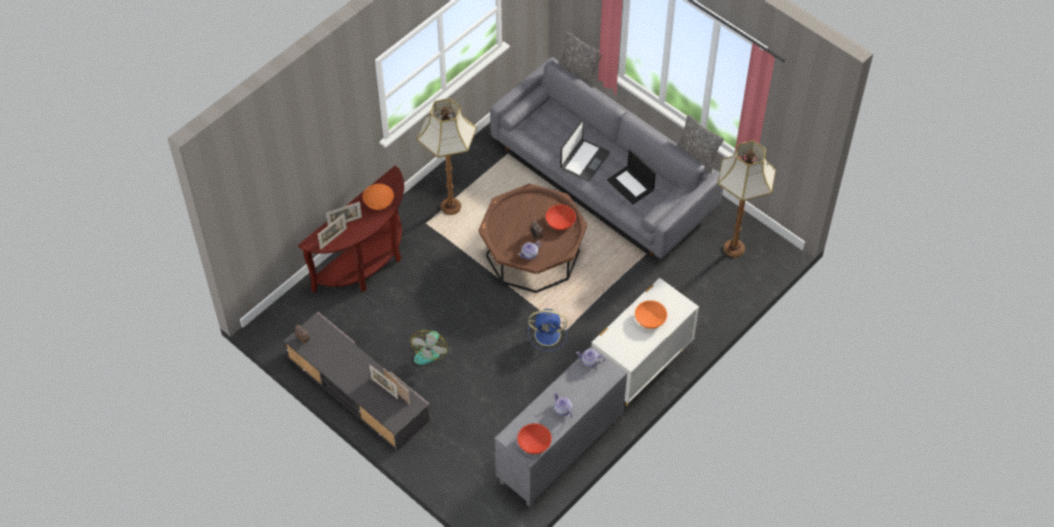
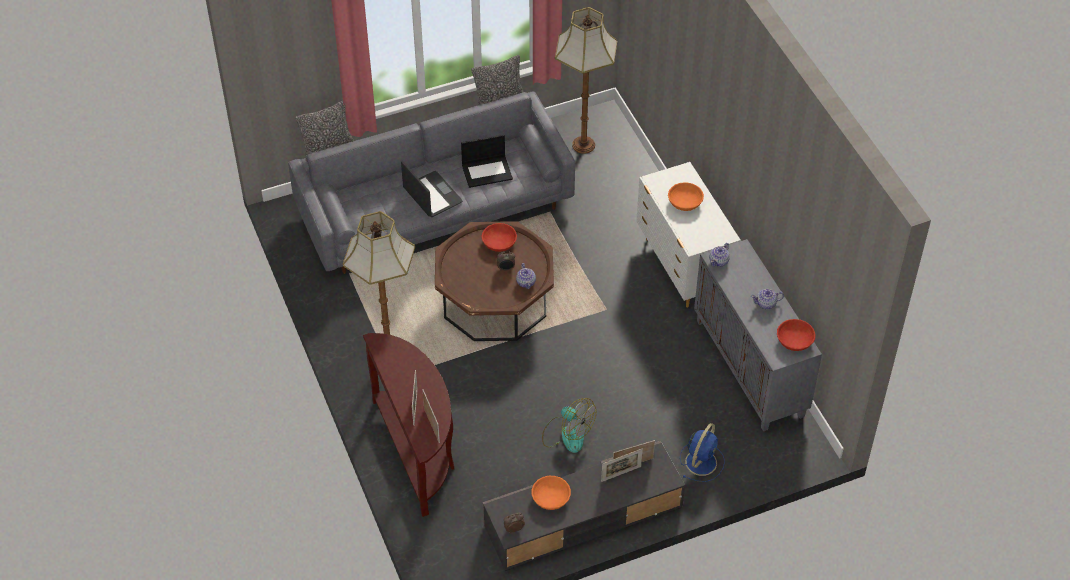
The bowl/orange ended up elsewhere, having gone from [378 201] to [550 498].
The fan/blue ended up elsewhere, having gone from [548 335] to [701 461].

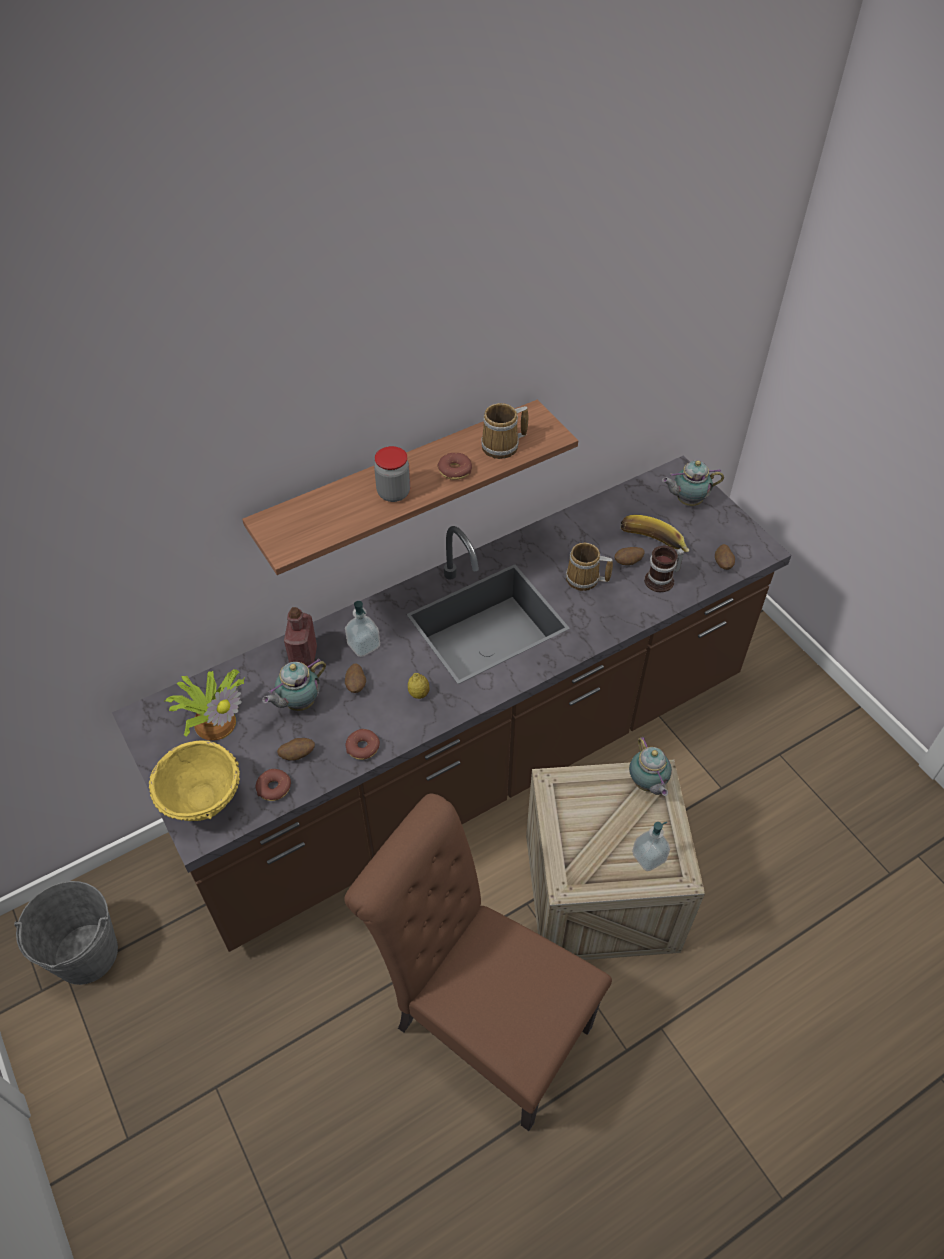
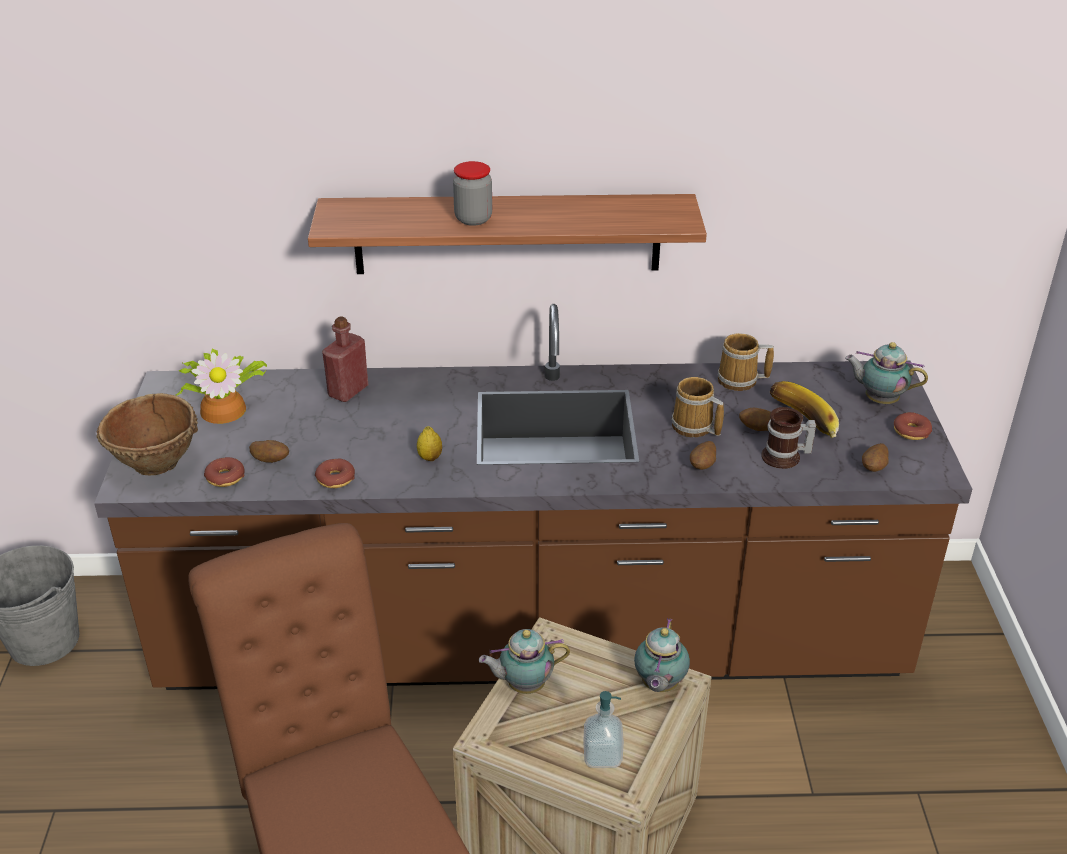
The second view lost the soap dispenser at [363 645].
The teapot ended up elsewhere, having gone from [298 703] to [523 685].
The potato ended up elsewhere, having gone from [356 685] to [702 466].
The donut ended up elsewhere, having gone from [455 470] to [911 431].
The mug ended up elsewhere, having gone from [503 446] to [740 381].
What was the bowl/yellow at [204 801] turned into the bowl/brown at [156 463].

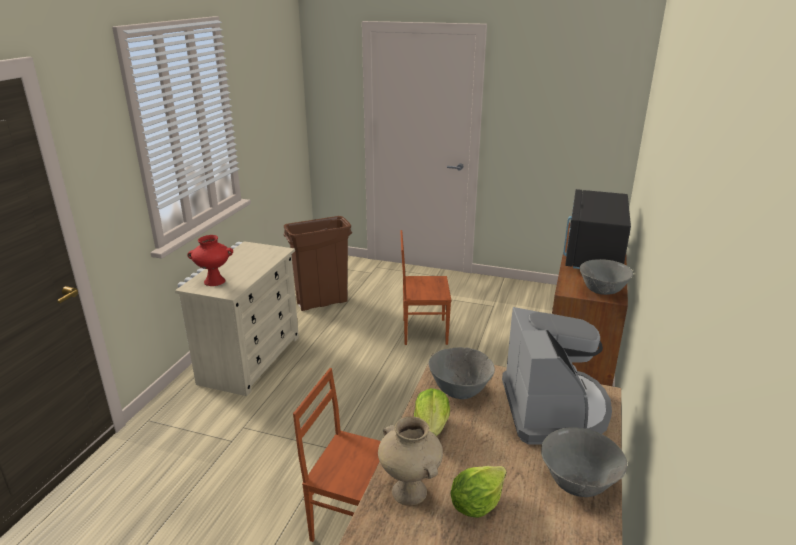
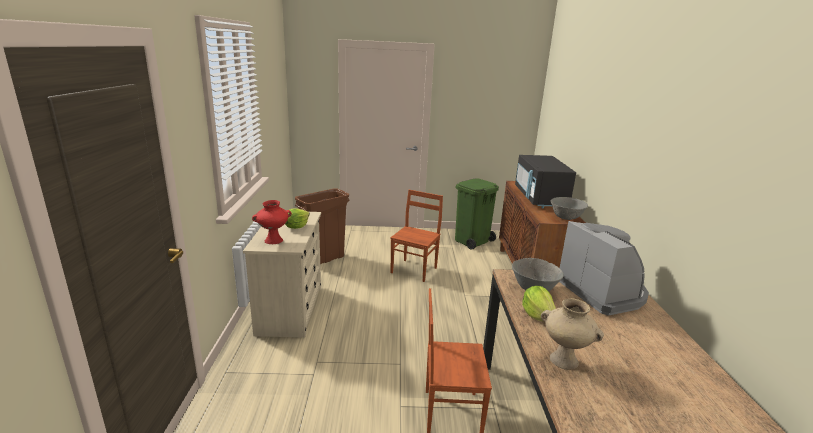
The second view lost the bowl/grey at [578 483].
The second view gained the trash can/green at [472 241].
The lettuce ended up elsewhere, having gone from [476 504] to [296 227].
The chair/brown at [423 331] ended up facing another way, 135 degrees clockwise from before.

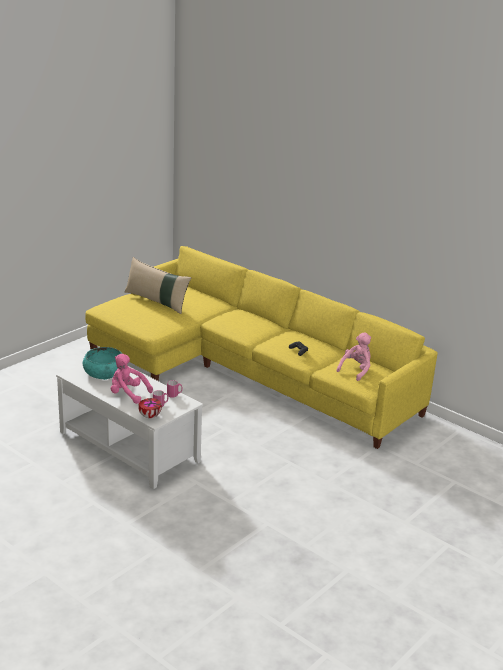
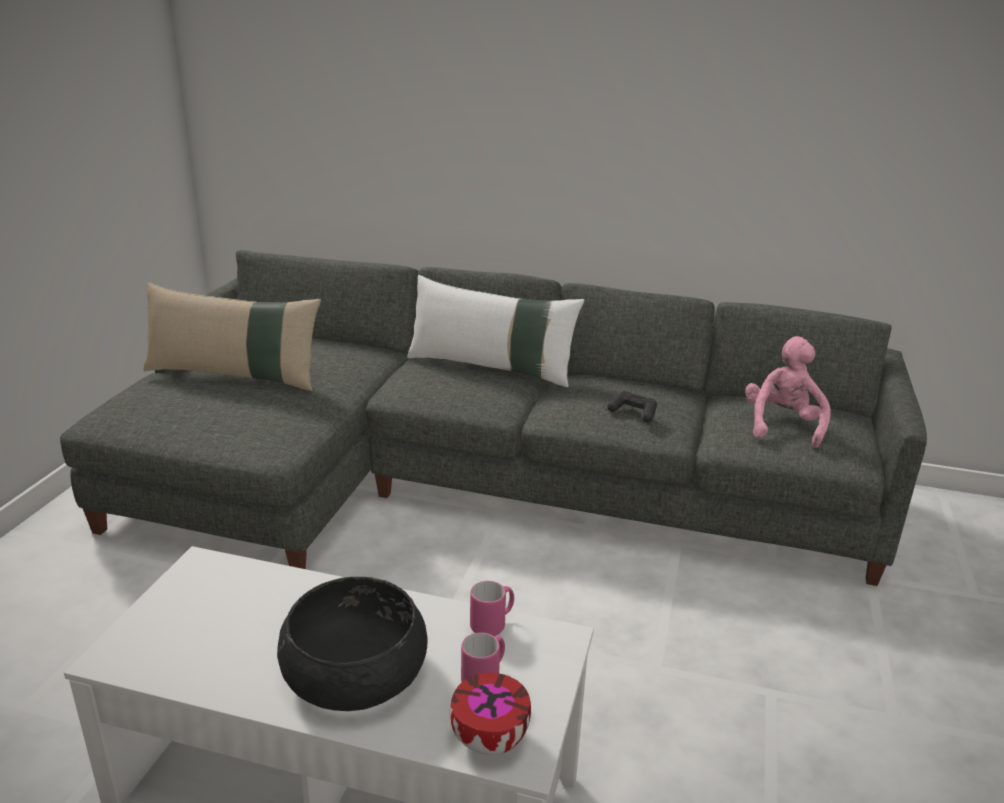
The second view lost the bowl/turquoise at [104 373].
The second view gained the pillow/white at [491 367].
Where the plush toy/pink stood at [128 394], the bowl/black came to stand at [355 672].
What was the sofa/yellow at [246 370] turned into the sofa/grey at [469 481].

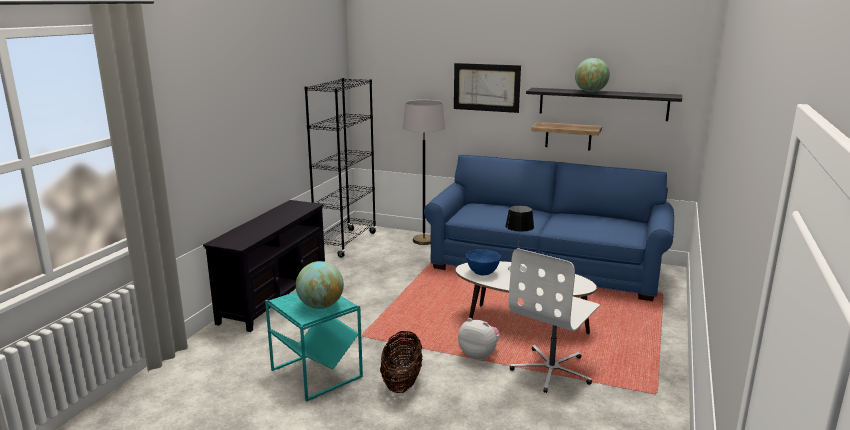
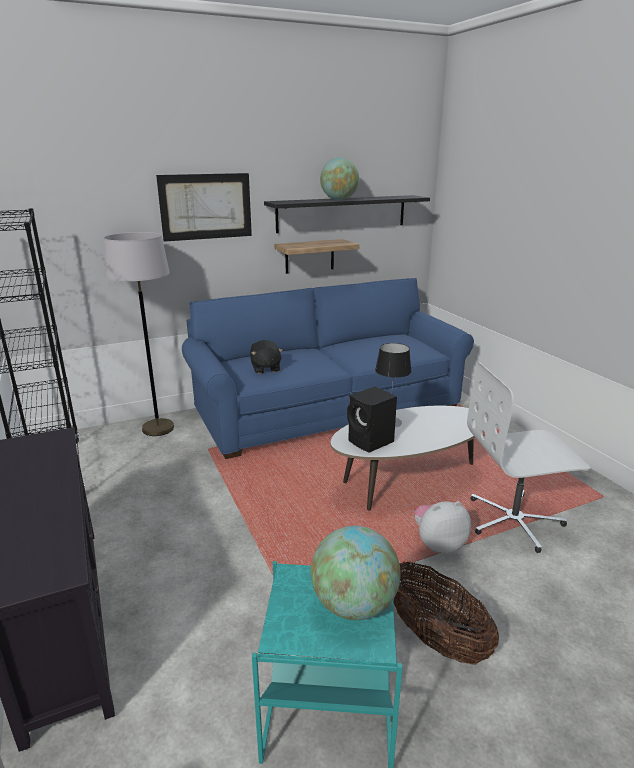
The second view gained the plush toy/black at [265 368].
Where the bowl/blue stood at [483 273], the speaker/black came to stand at [371 442].
The office chair/white at [552 370] ended up facing another way, 90 degrees clockwise from before.

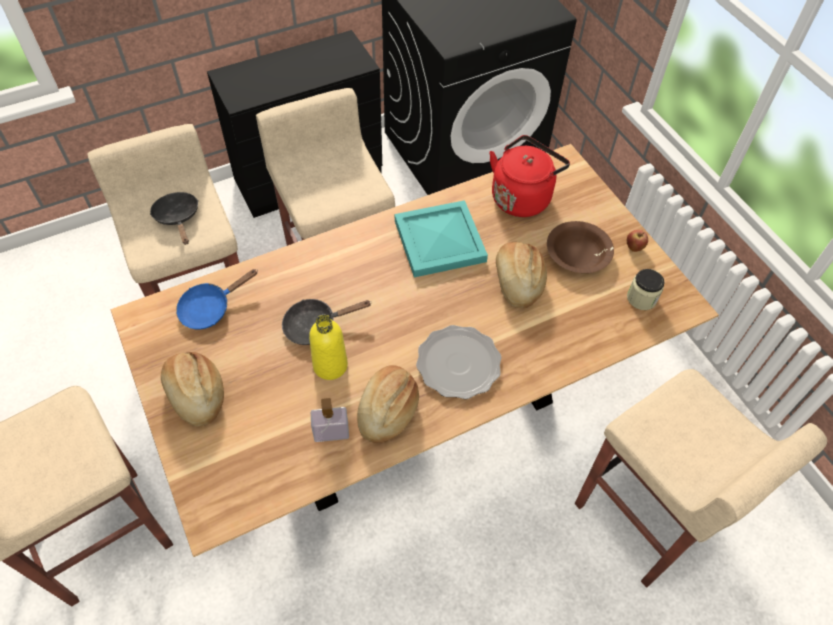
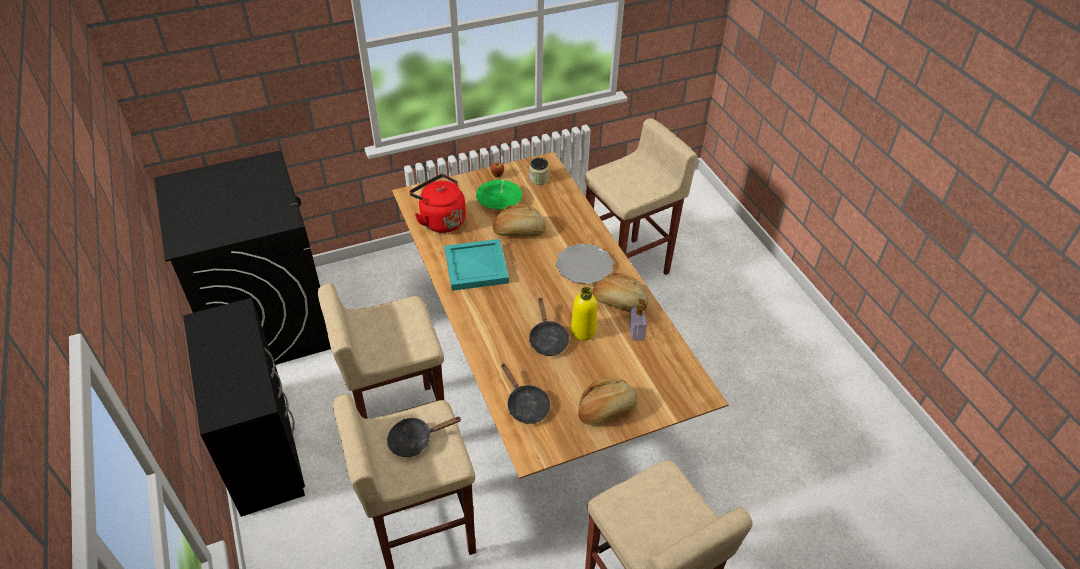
What was the frying pan/blue at [210 308] turned into the frying pan/black at [525 405].
What was the bowl/brown at [578 254] turned into the bowl/green at [499 201].

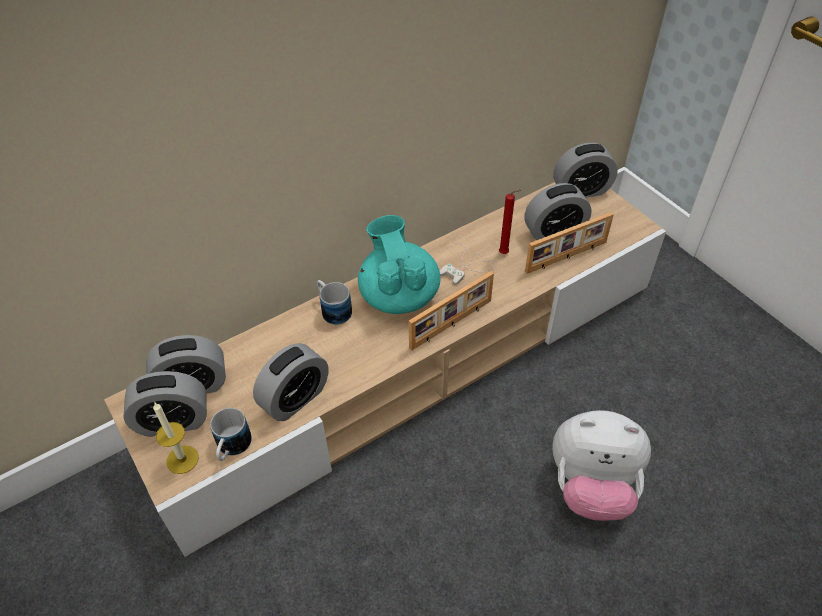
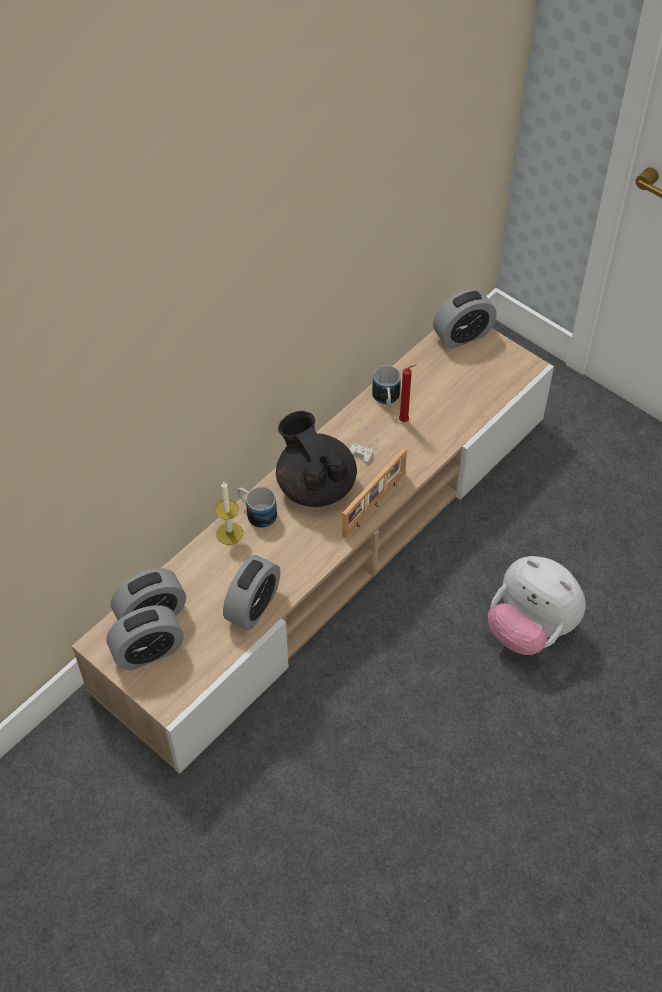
The second view lost the alarm clock at [554 232].
The second view lost the picture frame at [567 257].
The candle ended up elsewhere, having gone from [182 459] to [229 533].
The mug ended up elsewhere, having gone from [231 448] to [386 399].
What was the teapot/turquoise at [398 295] turned into the teapot/black at [315 485].
The plush toy at [591 486] ended up facing another way, 45 degrees clockwise from before.

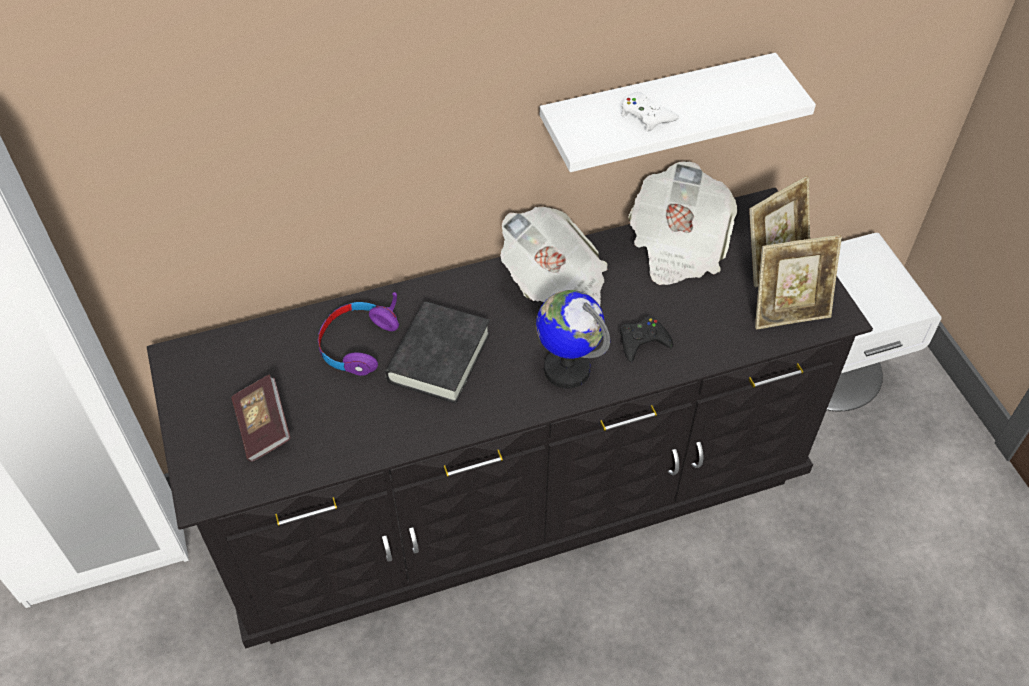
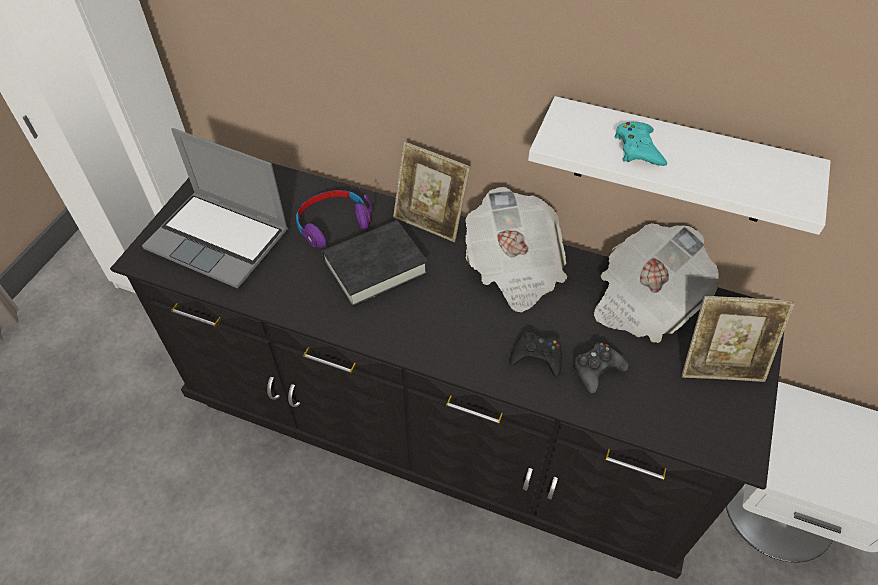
The second view lost the globe at [566 369].
The second view gained the game controller/black at [596 370].
The picture frame ended up elsewhere, having gone from [788 312] to [430 221].
Where the book stood at [263 427], the laptop came to stand at [220 240].
What was the game controller/white at [646 116] turned into the game controller/turquoise at [638 149].

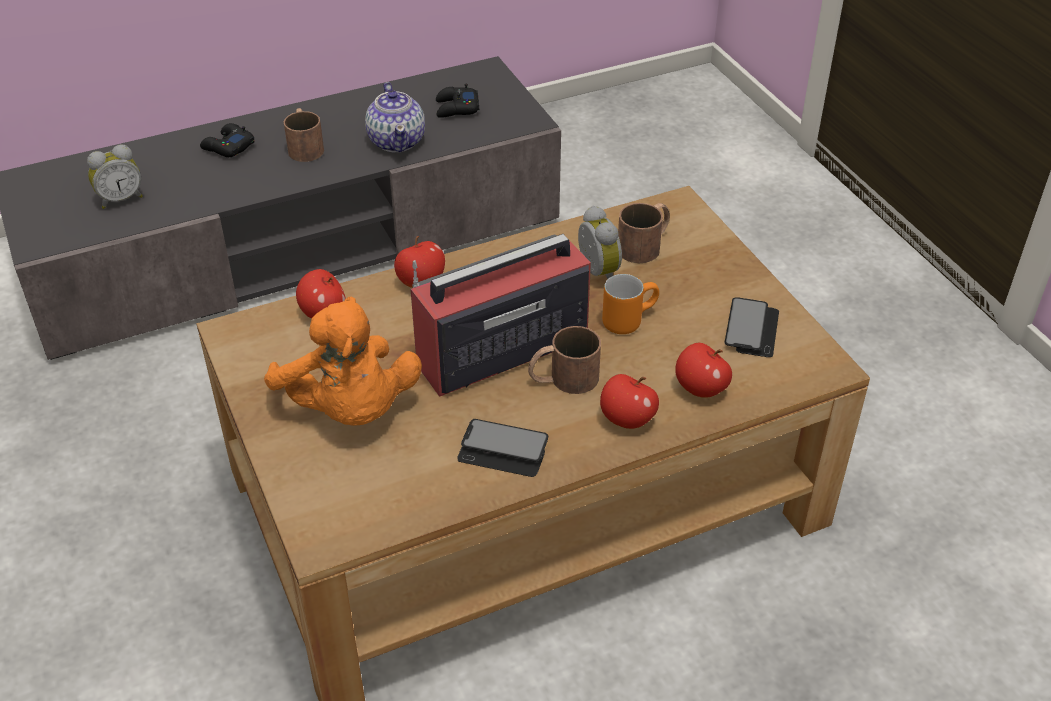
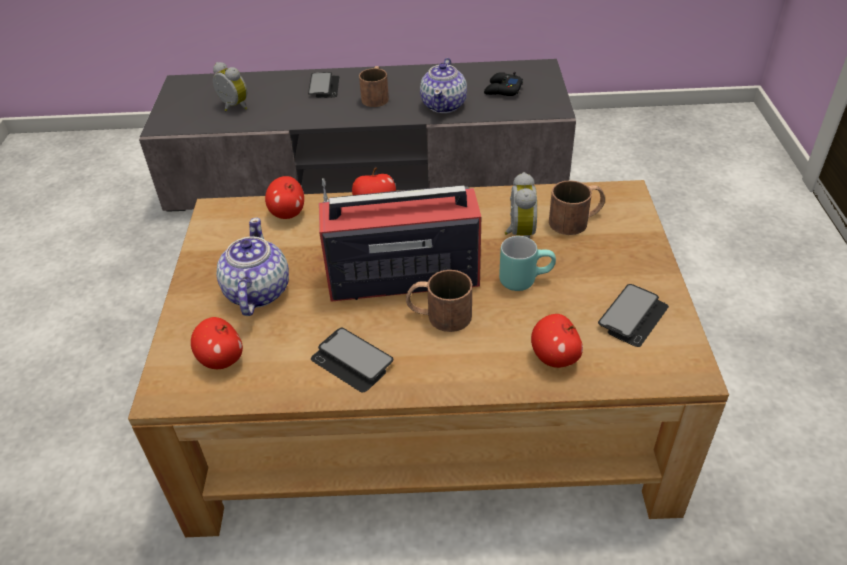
The apple ended up elsewhere, having gone from [627 419] to [221 360].
Where the game controller/black stood at [228 147], the phone came to stand at [324 86].
Where the plush toy/orange stood at [349 410], the teapot came to stand at [256 293].
What was the mug/orange at [628 319] turned into the mug/turquoise at [525 278].
The alarm clock at [120 199] ended up facing another way, 135 degrees counterclockwise from before.

